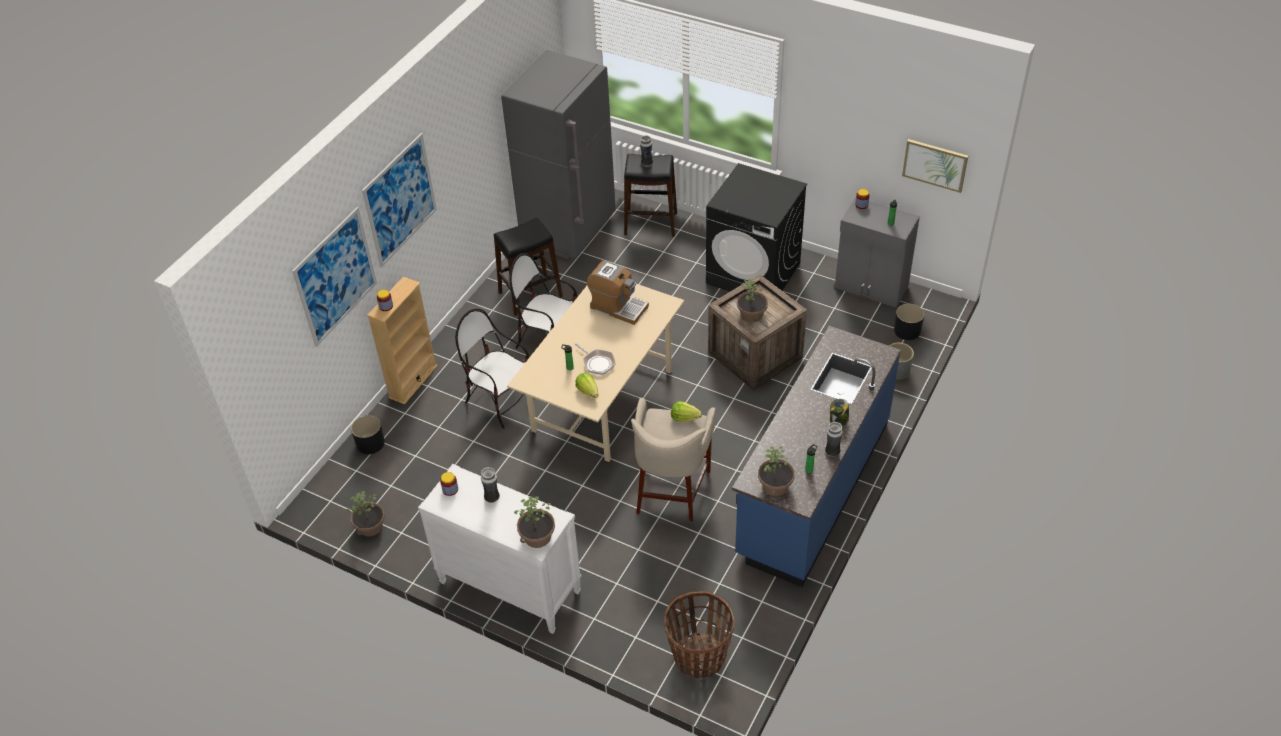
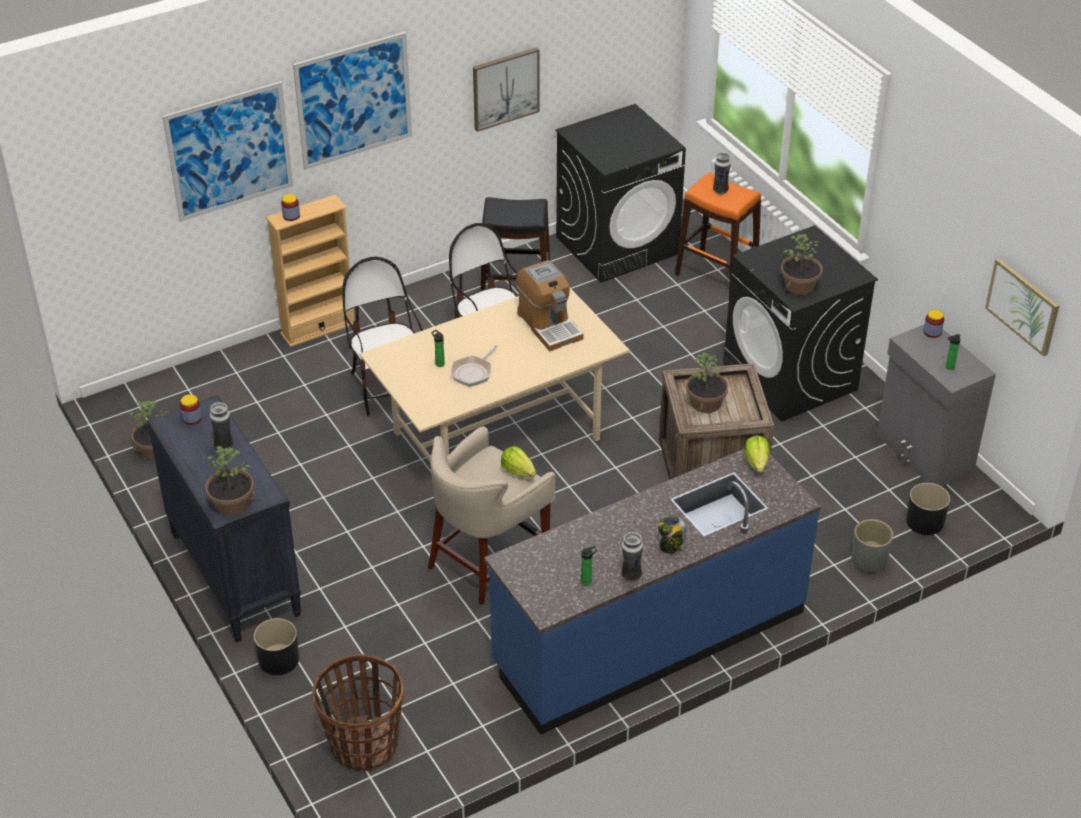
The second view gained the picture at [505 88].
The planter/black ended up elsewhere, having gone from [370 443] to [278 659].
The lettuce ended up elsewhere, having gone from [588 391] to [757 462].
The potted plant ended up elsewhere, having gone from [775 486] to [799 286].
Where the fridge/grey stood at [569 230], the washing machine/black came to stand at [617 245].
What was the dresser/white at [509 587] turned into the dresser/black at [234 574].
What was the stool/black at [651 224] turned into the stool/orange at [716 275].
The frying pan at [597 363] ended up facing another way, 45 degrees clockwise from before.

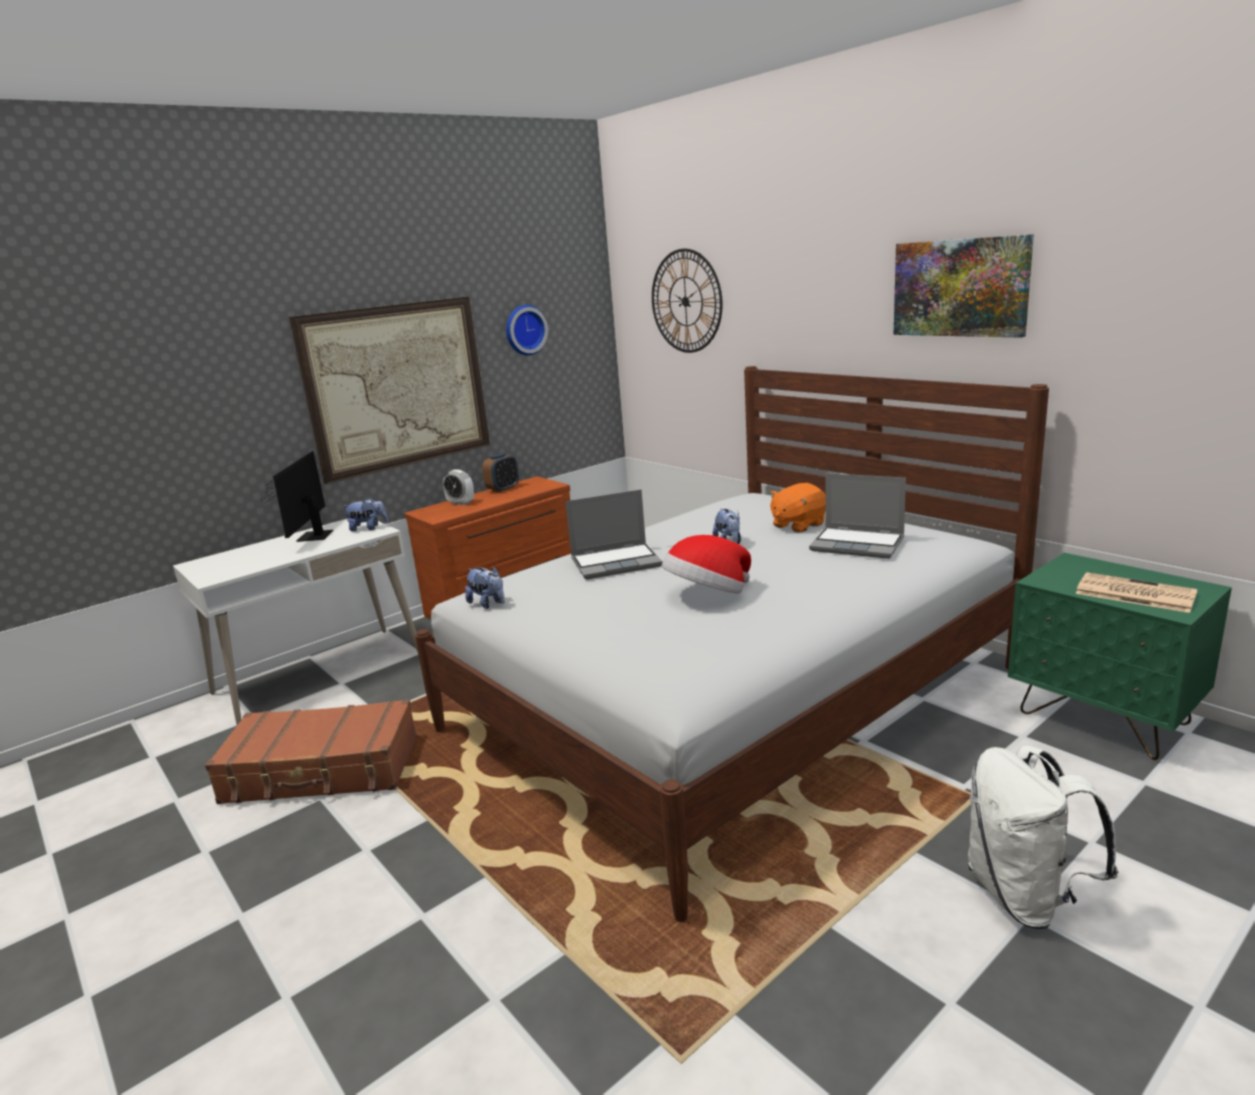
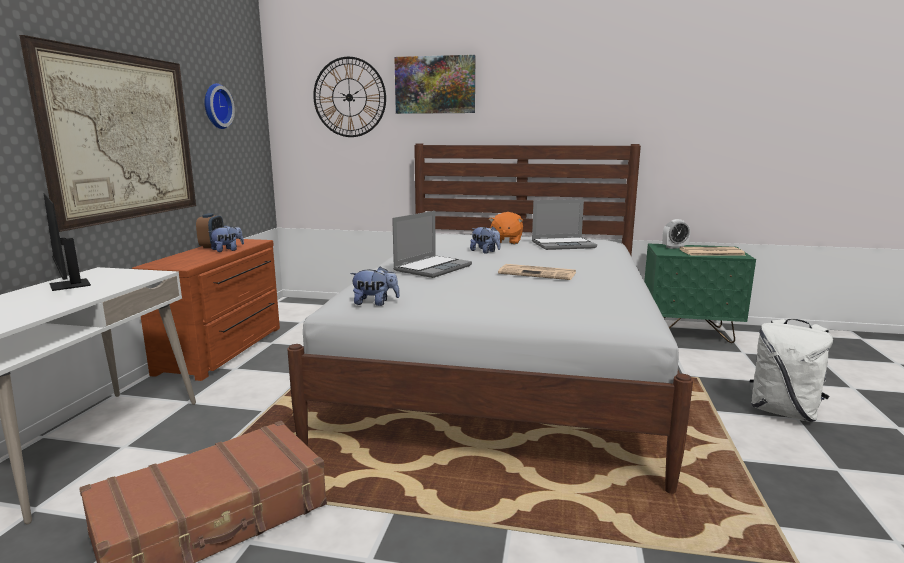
The plush toy ended up elsewhere, having gone from [368 528] to [227 250].
The alarm clock ended up elsewhere, having gone from [460 503] to [674 247].
The picture ended up elsewhere, having gone from [960 287] to [435 85].
Where the hat stood at [707 595], the newspaper came to stand at [538 273].

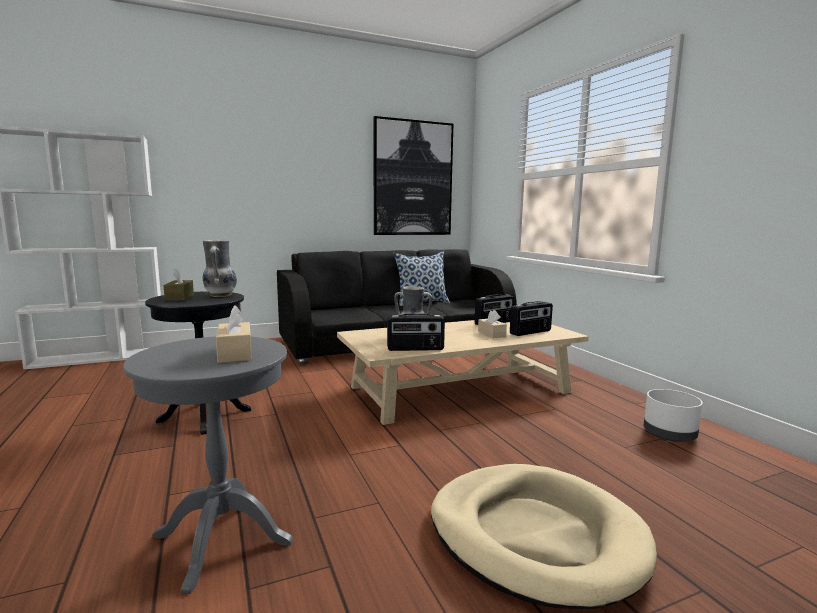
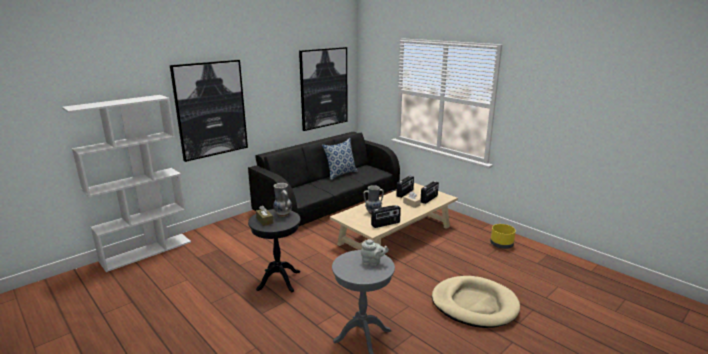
The second view gained the picture at [211 109].
Where the tissue box/beige stood at [235 353], the teapot/grey came to stand at [372 263].
What was the planter/white at [670 434] turned into the planter/yellow at [501 244].

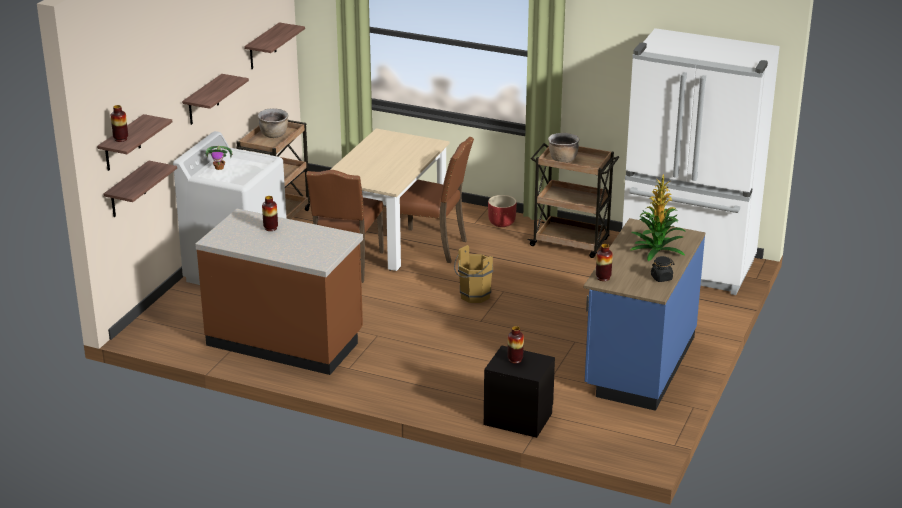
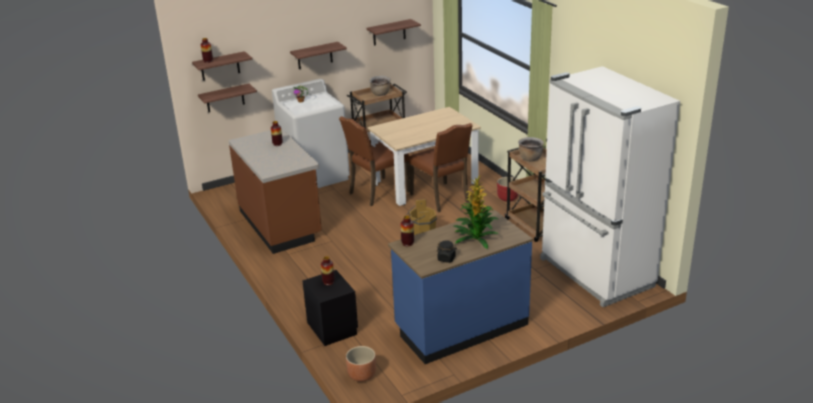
The second view gained the planter/brown at [362 375].

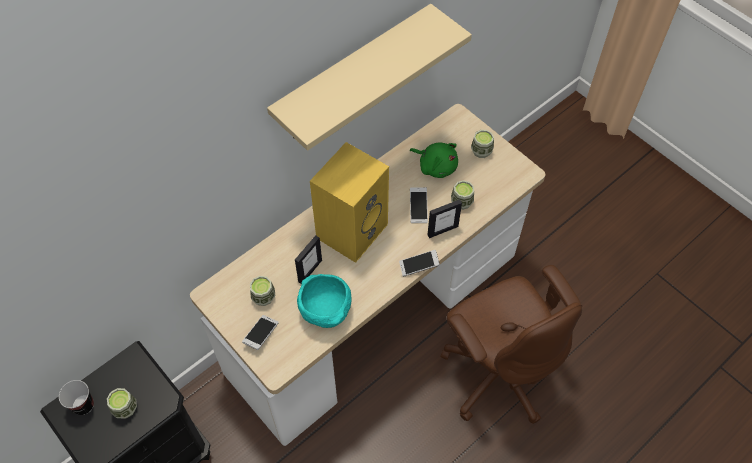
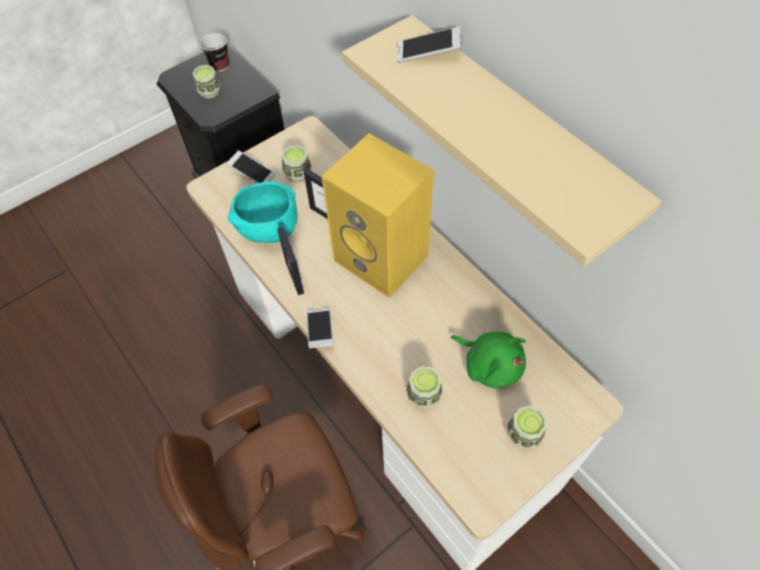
The phone ended up elsewhere, having gone from [418 208] to [428 53].
The picture frame ended up elsewhere, having gone from [442 230] to [295 277].
The plush toy/green at [436 166] ended up facing another way, 90 degrees counterclockwise from before.

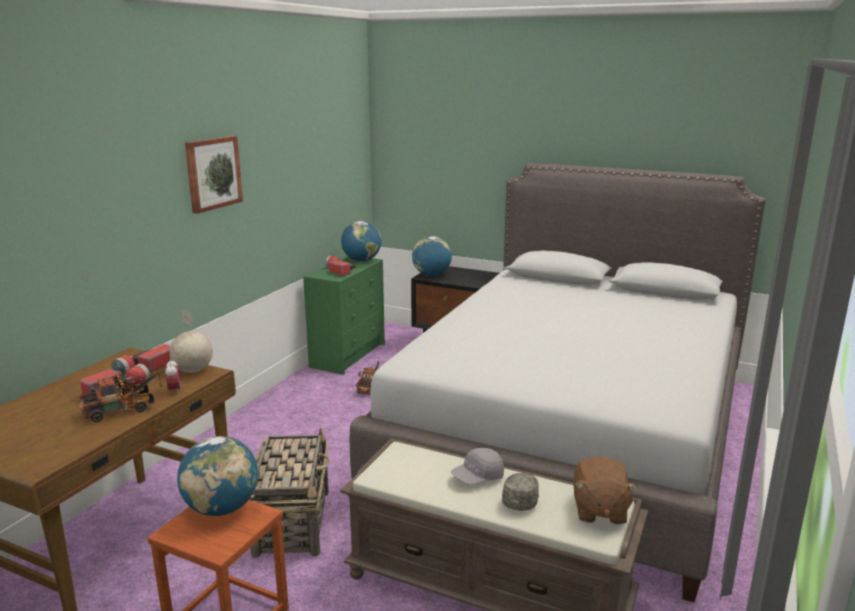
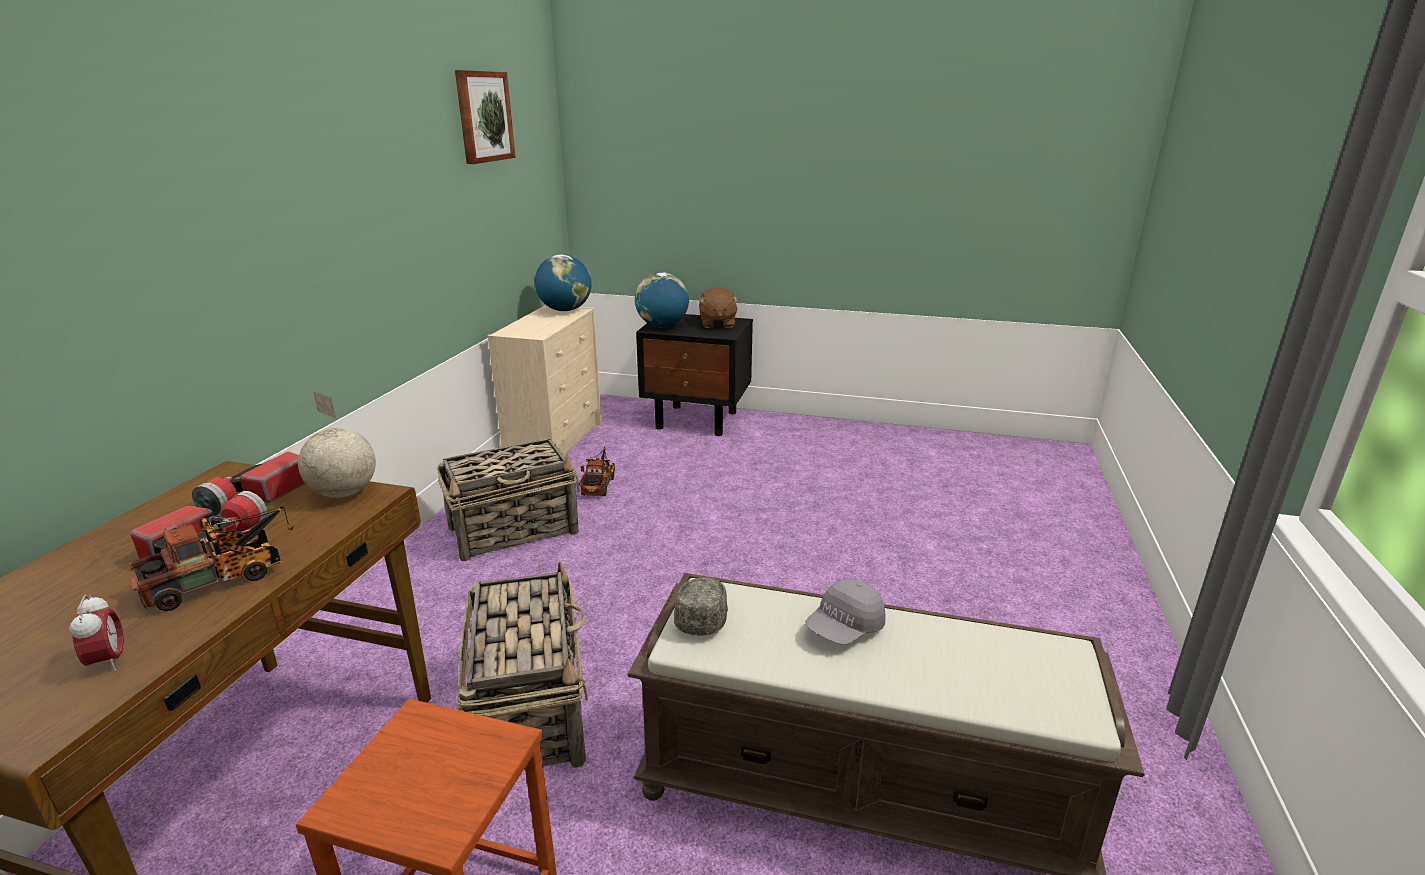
The second view lost the globe at [222 508].
The second view lost the flashlight at [338 271].
The second view lost the bed/grey at [572 435].
The second view gained the basket at [515 530].
The alarm clock ended up elsewhere, having gone from [174 390] to [109 661].
The picture ended up elsewhere, having gone from [212 173] to [483 116].
The cap/grey ended up elsewhere, having gone from [521 499] to [703 616].
The plush toy/brown ended up elsewhere, having gone from [599 510] to [717 324].
What was the dresser/green at [348 355] turned into the dresser/beige at [556 442].

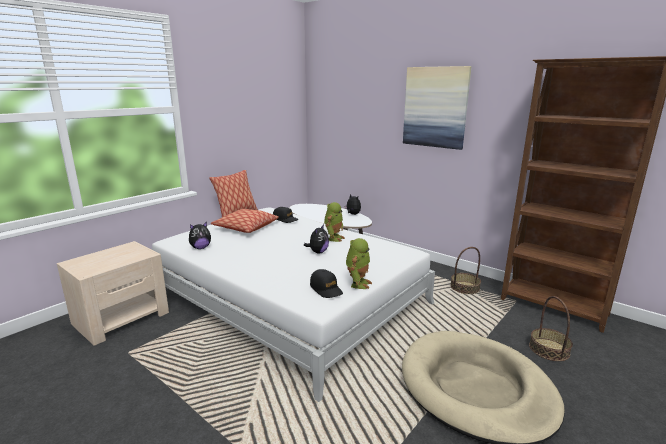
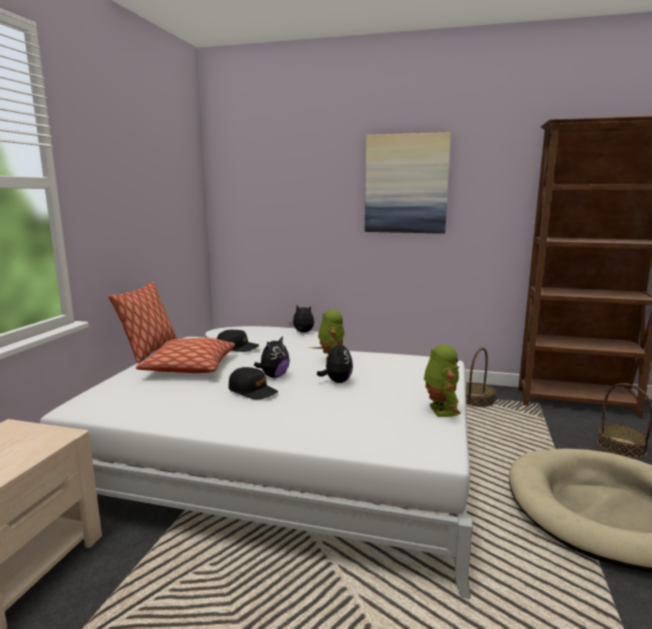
The plush toy ended up elsewhere, having gone from [200 248] to [274 376].
The cap/black ended up elsewhere, having gone from [326 289] to [252 391].

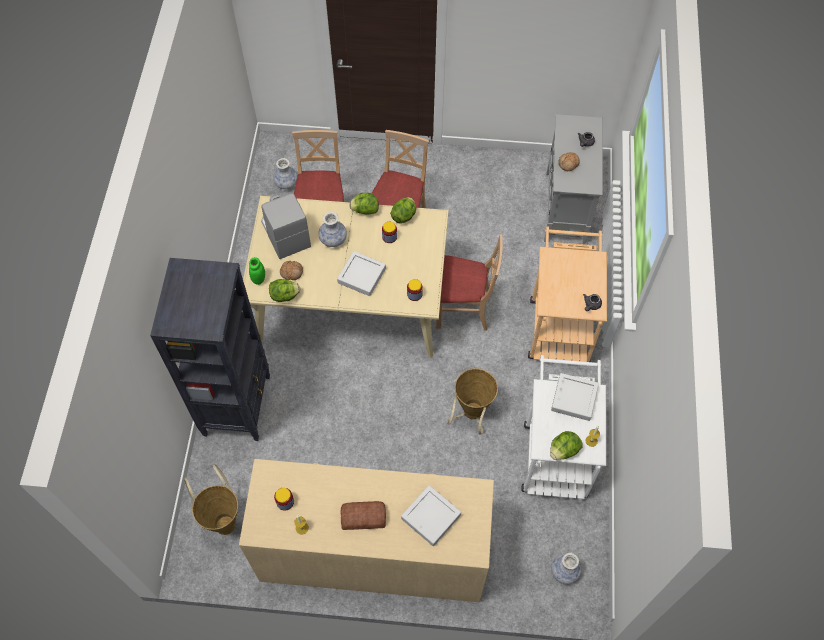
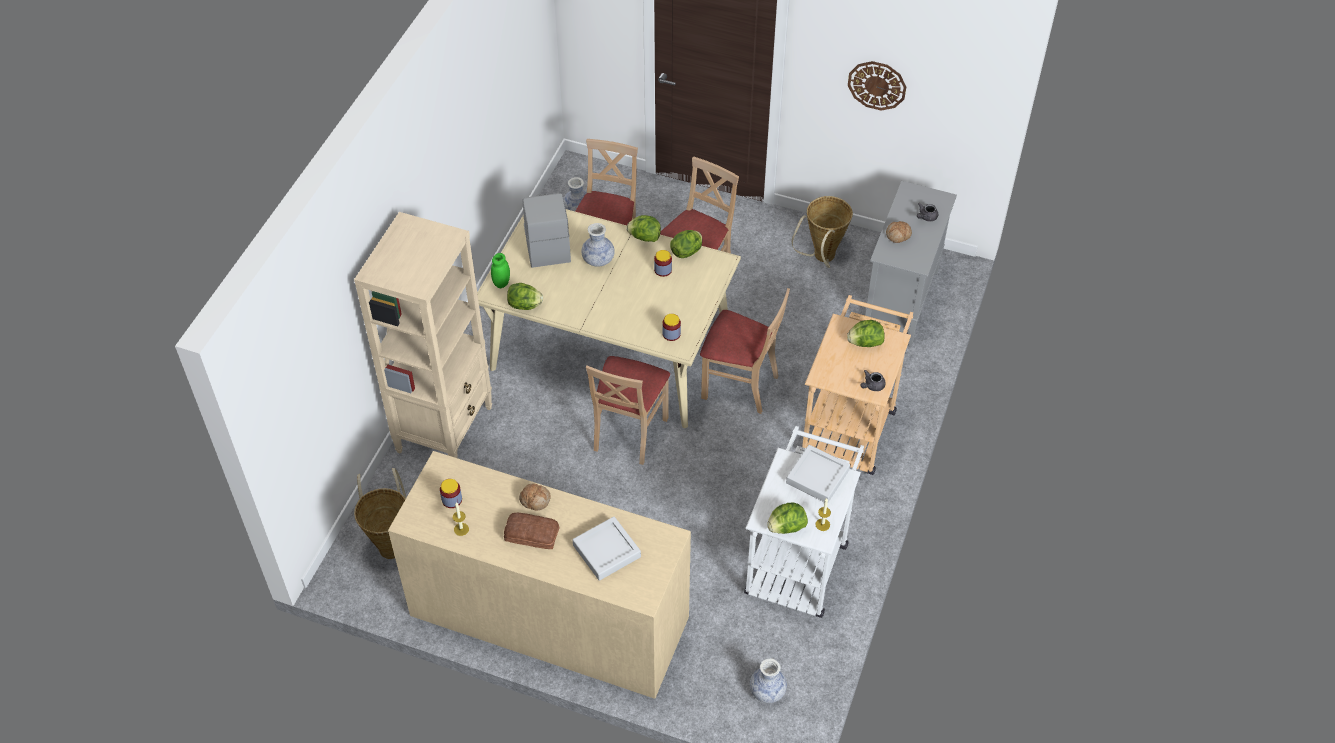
The second view lost the tray/grey at [361 275].
The second view gained the chair/beige at [629 433].
The second view gained the lettuce at [865 343].
The second view gained the wall clock at [877 85].
The bread ended up elsewhere, having gone from [292 272] to [535 499].
The basket ended up elsewhere, having gone from [471 415] to [821 258].
What was the bookcase/black at [237 404] turned into the bookcase/beige at [445 429].

